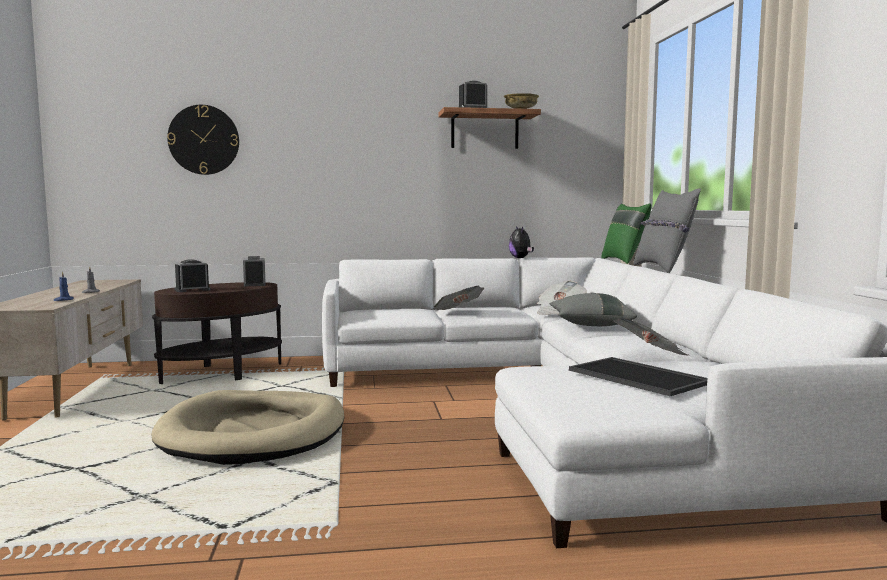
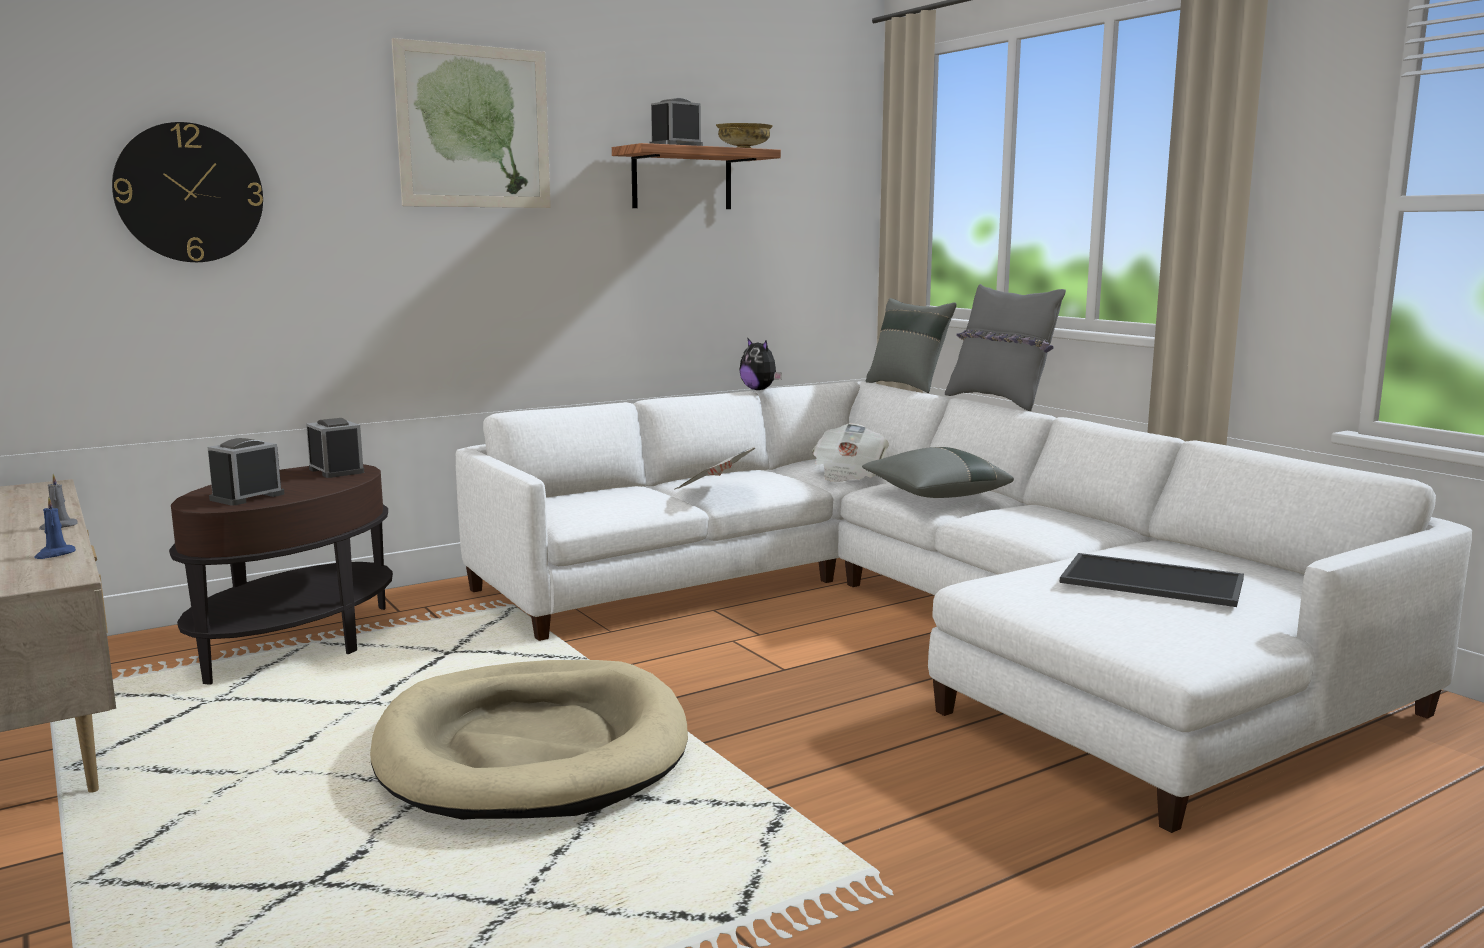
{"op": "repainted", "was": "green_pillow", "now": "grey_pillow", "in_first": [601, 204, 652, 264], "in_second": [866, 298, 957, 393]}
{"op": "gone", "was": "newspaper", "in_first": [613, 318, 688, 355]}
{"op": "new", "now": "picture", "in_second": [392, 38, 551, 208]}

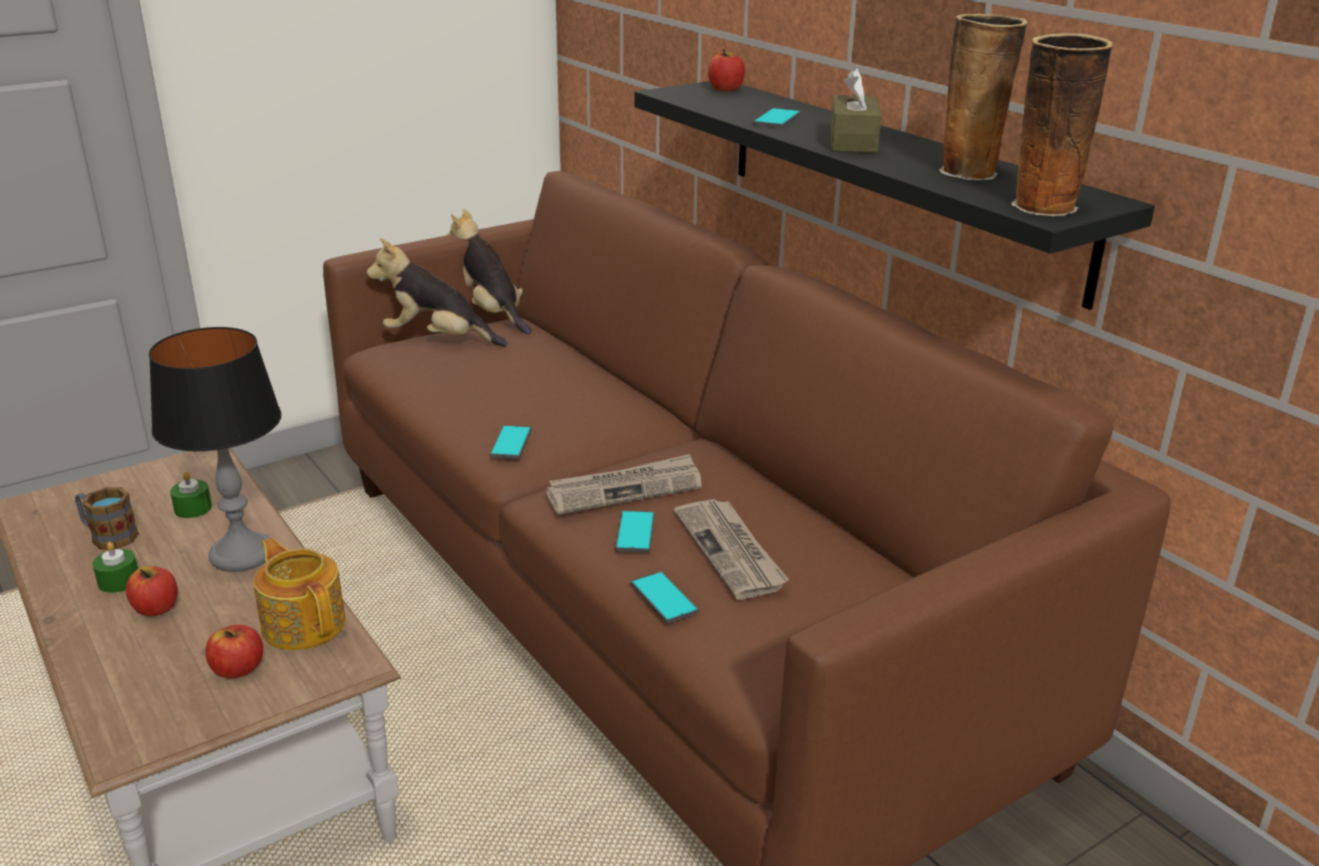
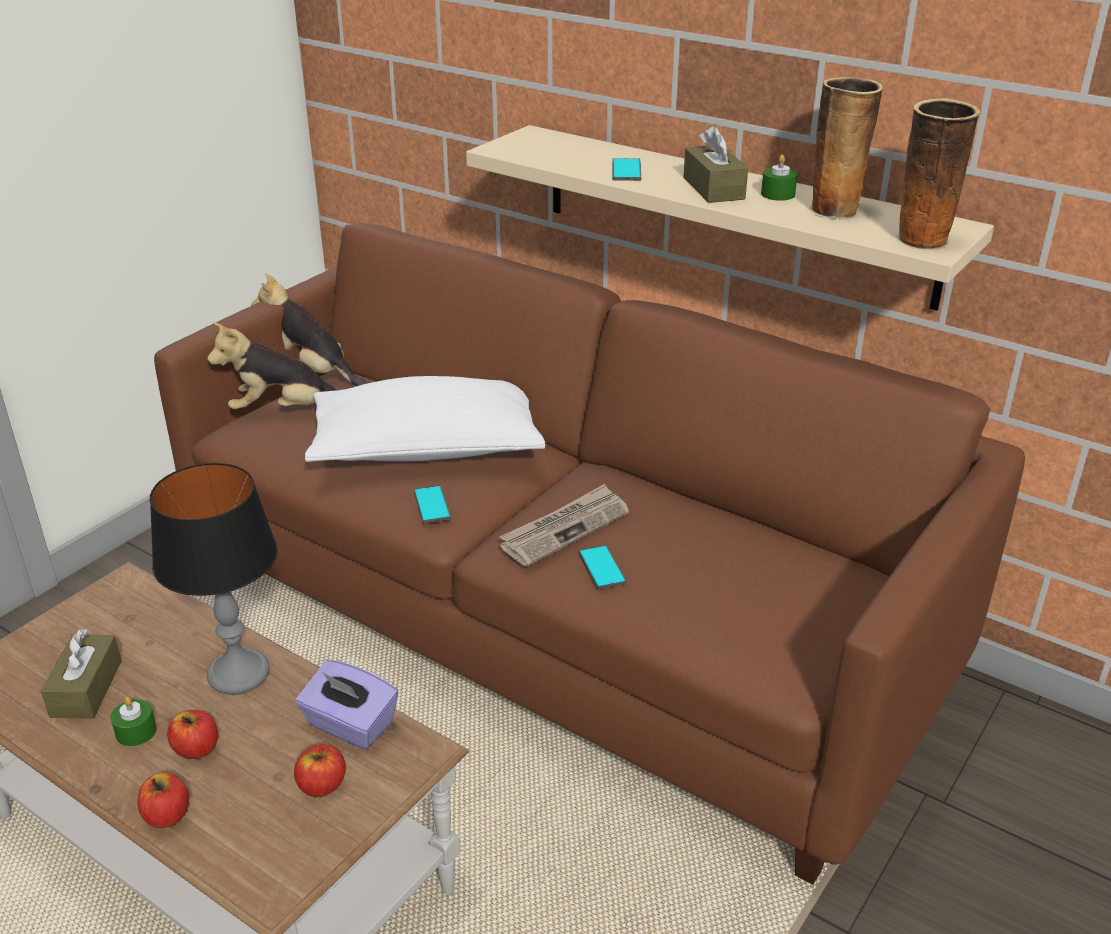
{"op": "shifted", "was": "apple", "in_first": [708, 49, 745, 92], "in_second": [138, 772, 189, 828]}
{"op": "repainted", "was": "black_shelf", "now": "beige_shelf", "in_first": [634, 81, 1155, 310], "in_second": [466, 125, 994, 311]}
{"op": "shifted", "was": "green_candle", "in_first": [170, 472, 212, 518], "in_second": [761, 155, 798, 201]}
{"op": "swapped", "was": "mug", "now": "brown_tissue_box", "in_first": [75, 487, 139, 549], "in_second": [41, 629, 122, 719]}
{"op": "gone", "was": "newspaper", "in_first": [674, 499, 789, 600]}
{"op": "swapped", "was": "teapot", "now": "purple_tissue_box", "in_first": [253, 538, 345, 650], "in_second": [296, 660, 398, 749]}
{"op": "gone", "was": "phone", "in_first": [631, 571, 699, 623]}
{"op": "new", "now": "white_pillow", "in_second": [305, 376, 545, 462]}

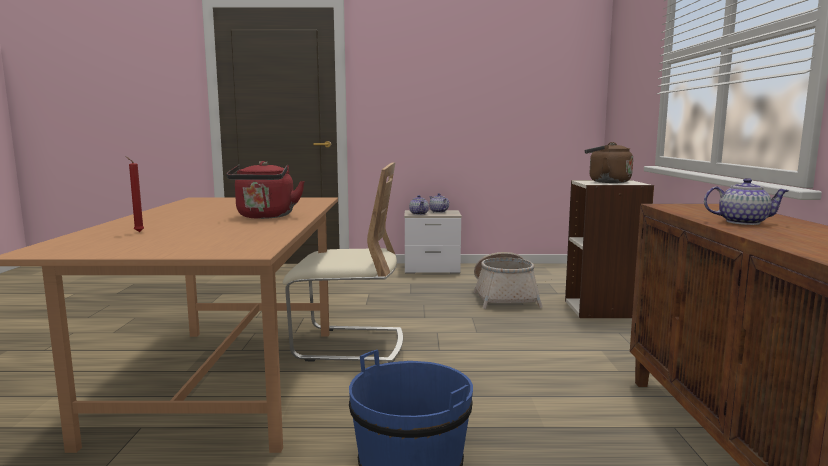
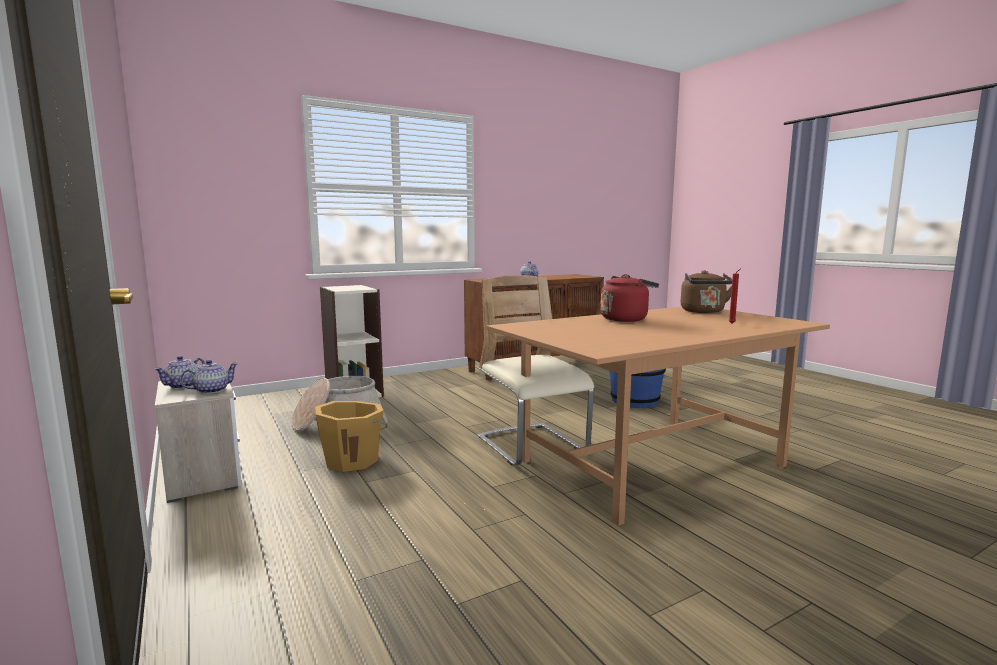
{"op": "shifted", "was": "brown_kettle", "in_first": [585, 142, 633, 183], "in_second": [681, 270, 732, 313]}
{"op": "new", "now": "orange_bucket", "in_second": [315, 401, 388, 472]}

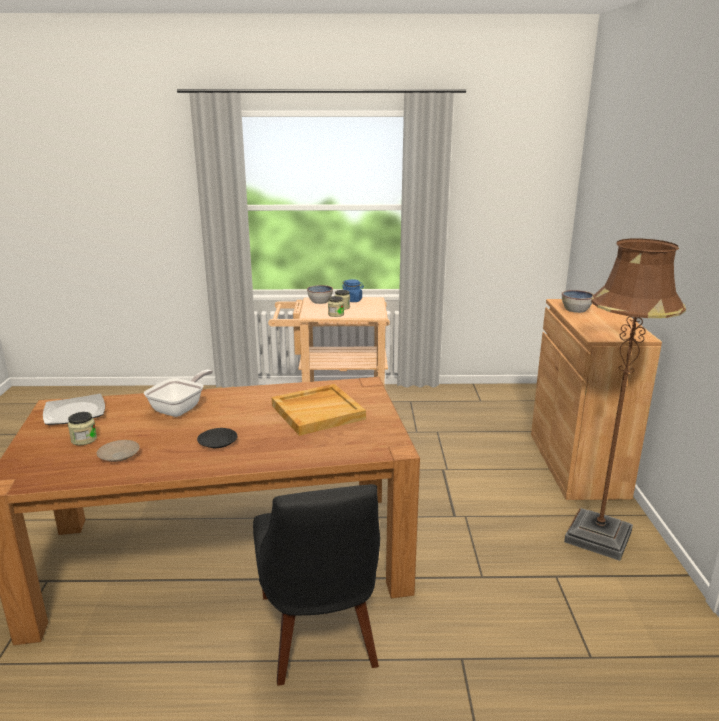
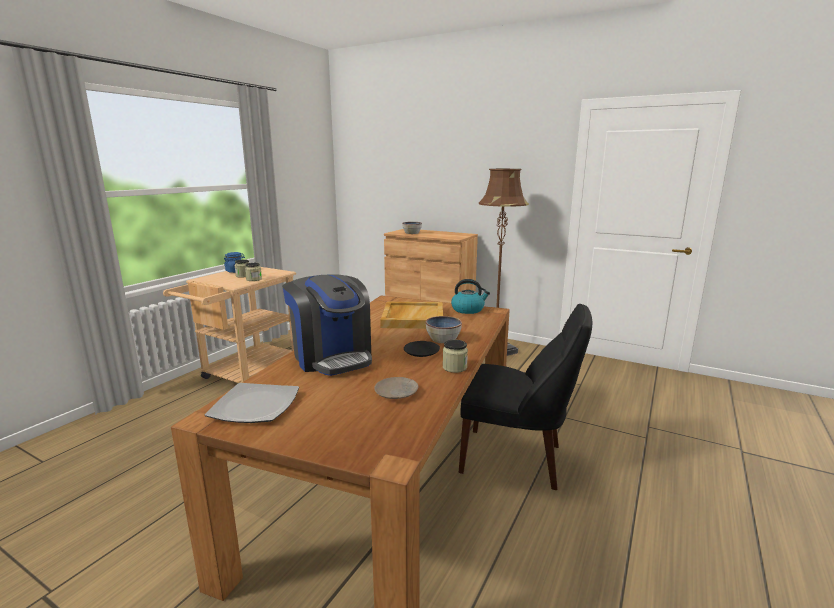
{"op": "shifted", "was": "bowl", "in_first": [307, 285, 333, 304], "in_second": [426, 316, 462, 343]}
{"op": "swapped", "was": "frying_pan", "now": "coffee_machine", "in_first": [144, 369, 213, 417], "in_second": [282, 274, 372, 376]}
{"op": "shifted", "was": "jar", "in_first": [68, 412, 97, 445], "in_second": [443, 340, 468, 373]}
{"op": "new", "now": "kettle", "in_second": [451, 279, 490, 314]}

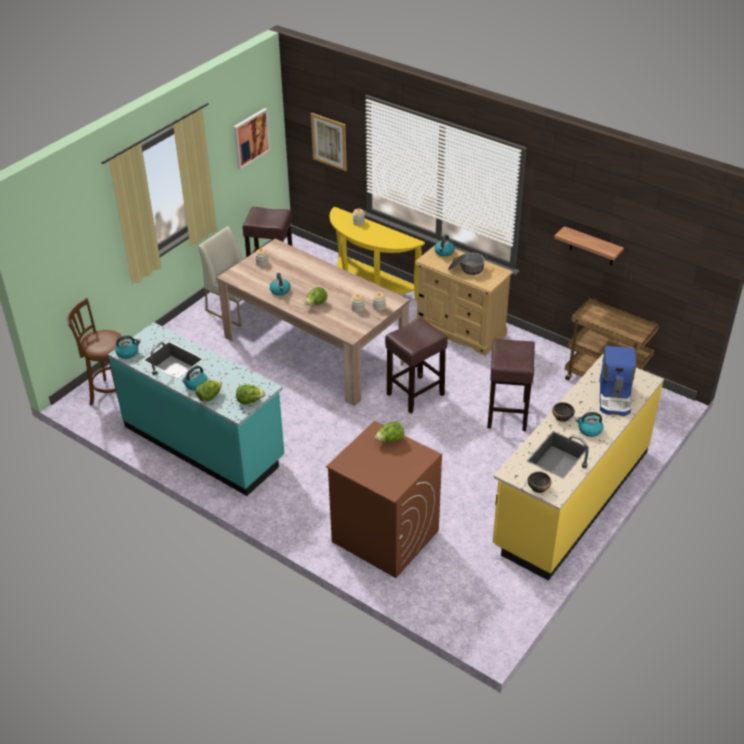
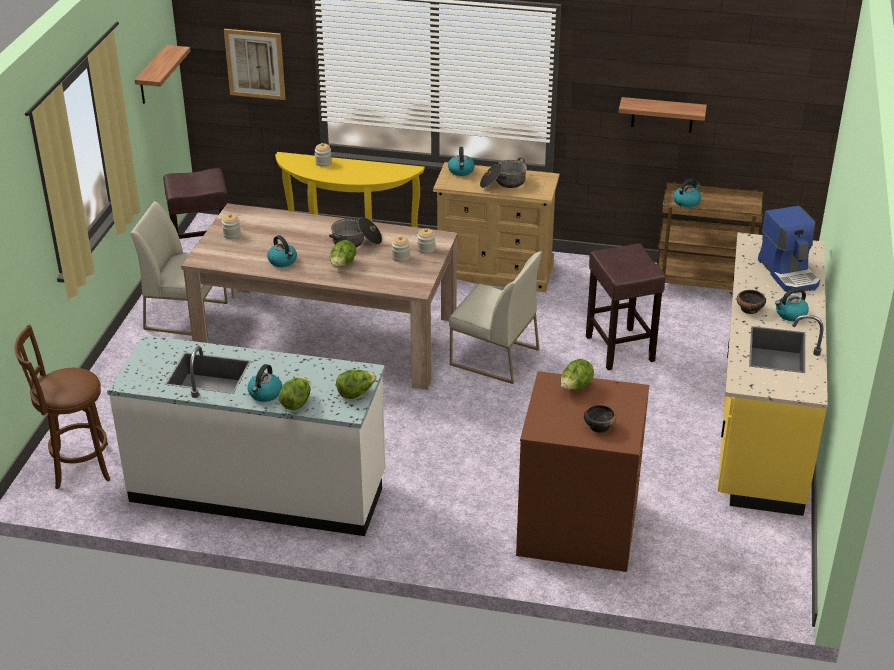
{"op": "swapped", "was": "picture", "now": "shelf", "in_first": [233, 108, 271, 170], "in_second": [135, 45, 190, 104]}
{"op": "swapped", "was": "brown_stool", "now": "white_chair", "in_first": [385, 318, 448, 414], "in_second": [449, 251, 542, 384]}
{"op": "repainted", "was": "turquoise_counter", "now": "white_counter", "in_first": [108, 322, 284, 496], "in_second": [107, 335, 385, 536]}
{"op": "shifted", "was": "kettle", "in_first": [115, 336, 141, 359], "in_second": [673, 178, 701, 207]}
{"op": "shifted", "was": "bowl", "in_first": [527, 472, 552, 493], "in_second": [584, 404, 617, 433]}
{"op": "new", "now": "cooking_pot", "in_second": [329, 217, 382, 248]}

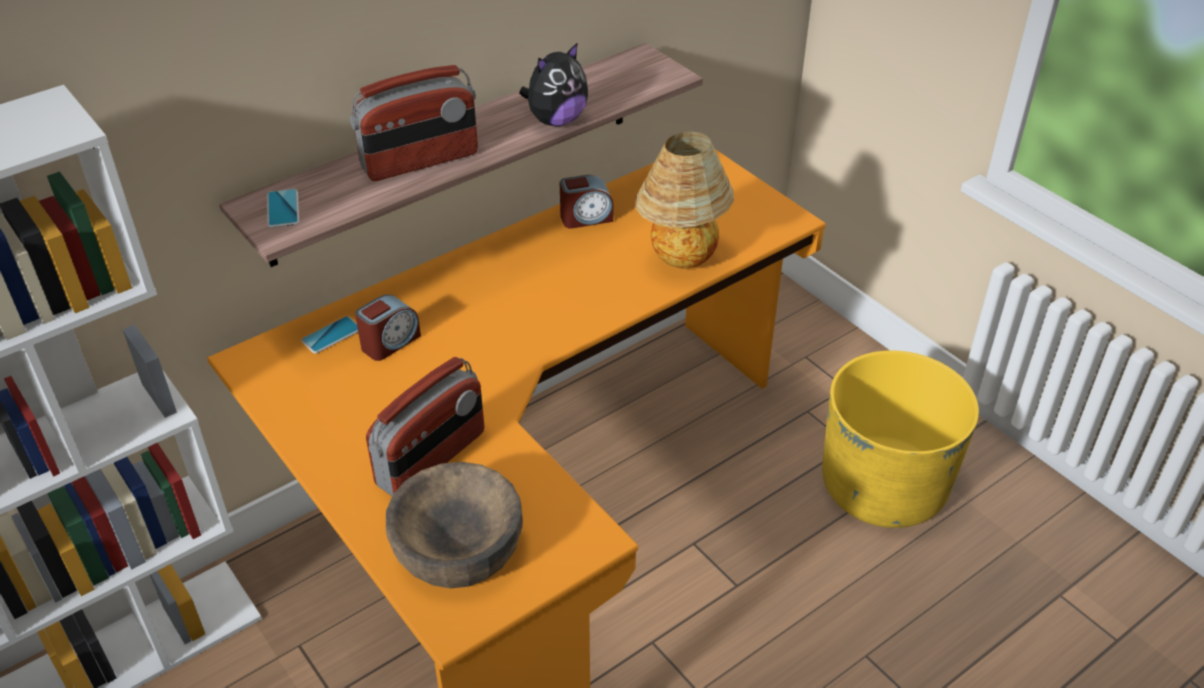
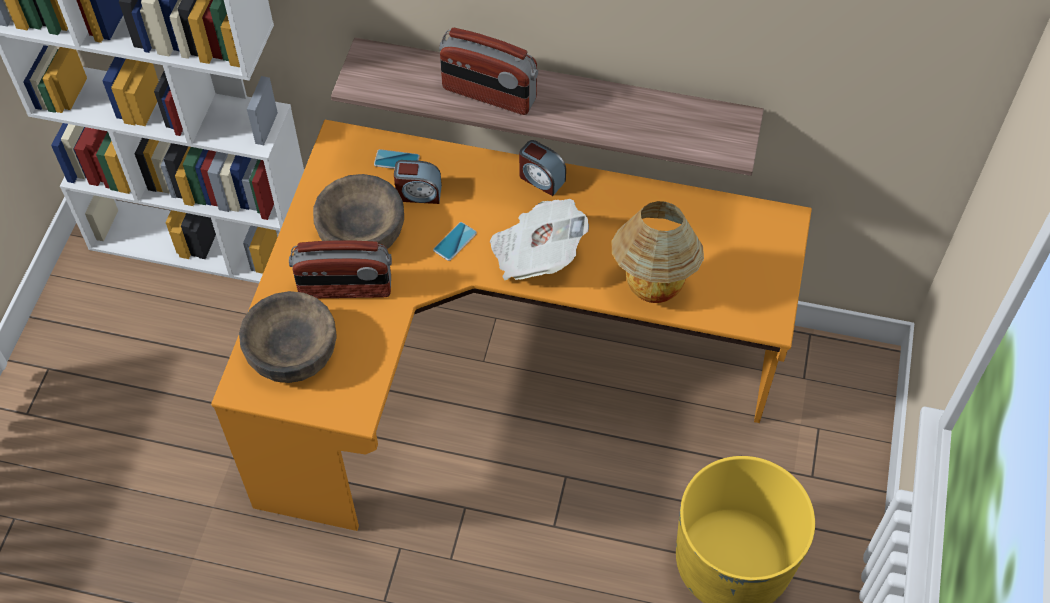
{"op": "gone", "was": "plush_toy", "in_first": [519, 42, 588, 126]}
{"op": "shifted", "was": "alarm_clock", "in_first": [560, 175, 613, 229], "in_second": [519, 140, 566, 196]}
{"op": "shifted", "was": "phone", "in_first": [267, 189, 299, 228], "in_second": [433, 222, 477, 261]}
{"op": "new", "now": "brown_bowl", "in_second": [313, 174, 404, 249]}
{"op": "new", "now": "newspaper", "in_second": [490, 199, 589, 280]}

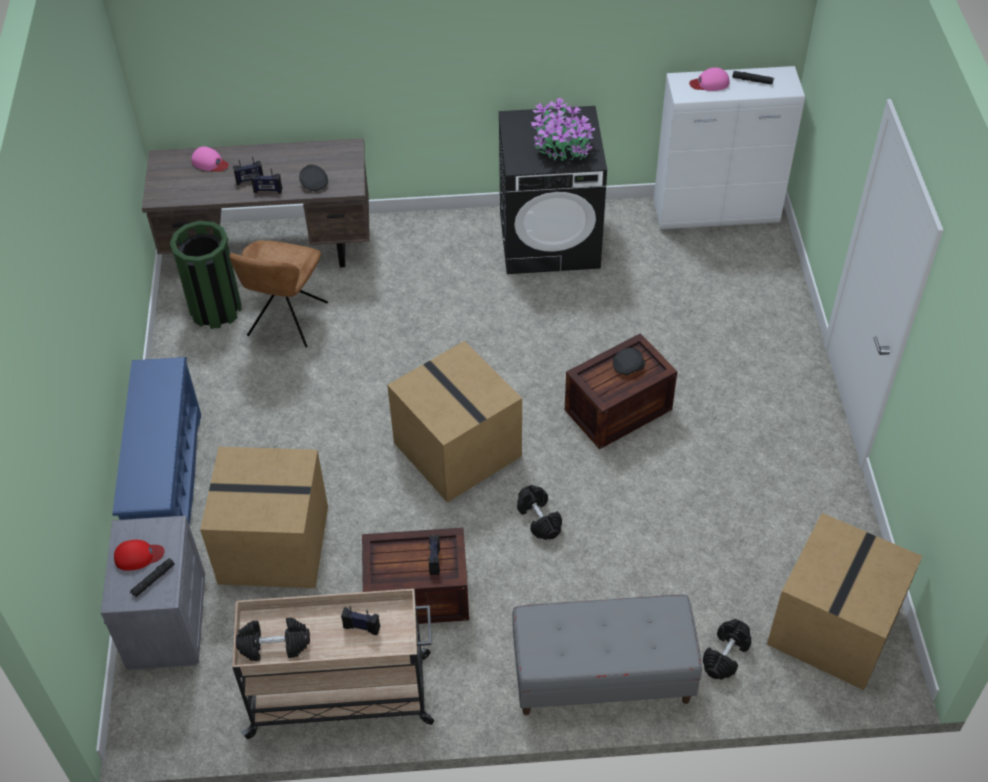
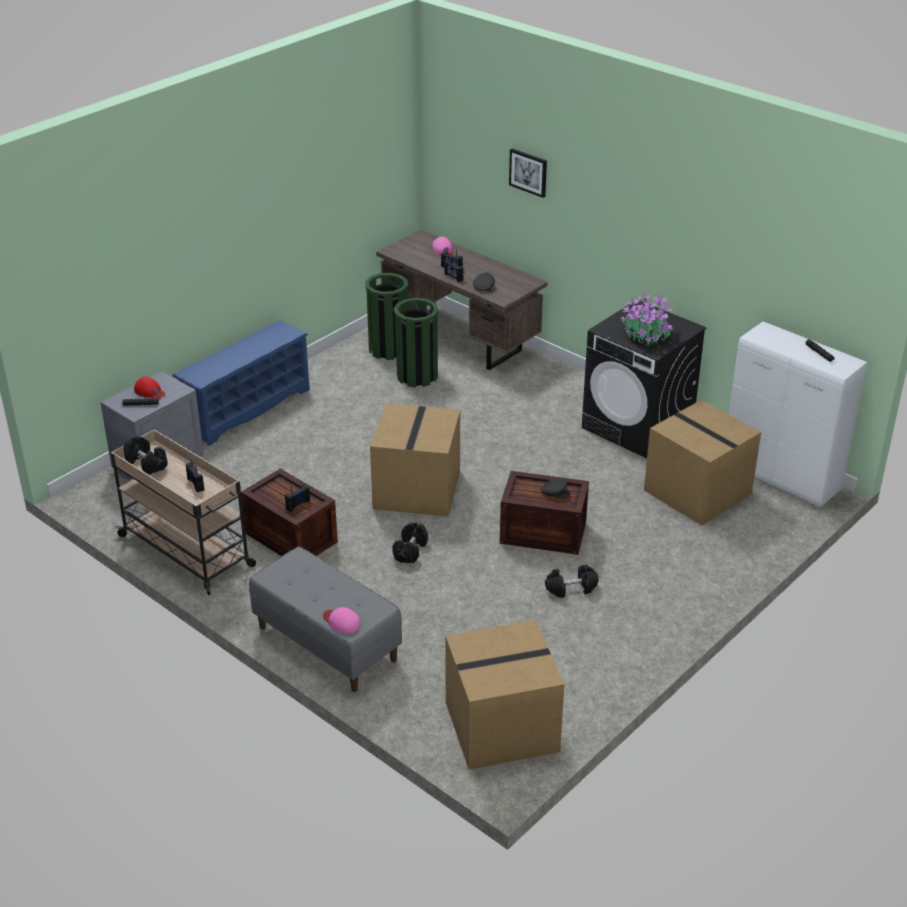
{"op": "shifted", "was": "pink_cap", "in_first": [689, 67, 729, 91], "in_second": [323, 607, 360, 634]}
{"op": "swapped", "was": "brown_chair", "now": "green_trash_can", "in_first": [229, 240, 328, 347], "in_second": [394, 298, 439, 387]}
{"op": "shifted", "was": "cardboard_box", "in_first": [200, 447, 328, 588], "in_second": [644, 400, 761, 526]}
{"op": "shifted", "was": "black_dumbbell", "in_first": [703, 619, 752, 680], "in_second": [545, 565, 599, 598]}
{"op": "new", "now": "picture", "in_second": [509, 148, 547, 198]}

